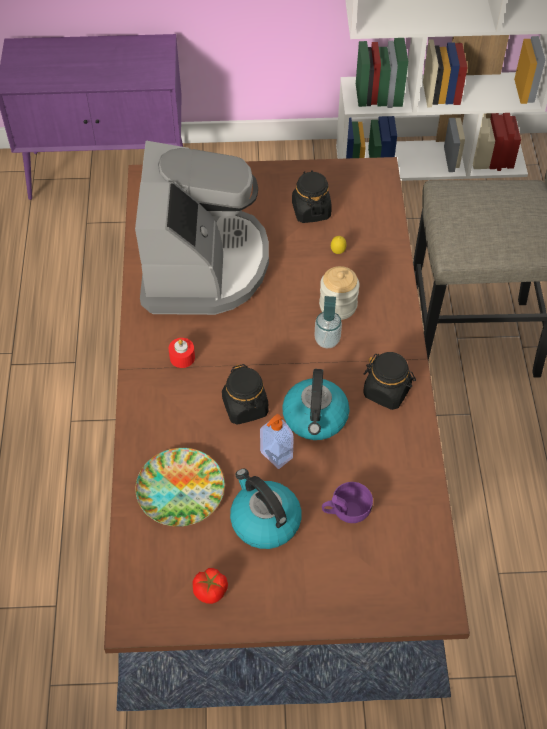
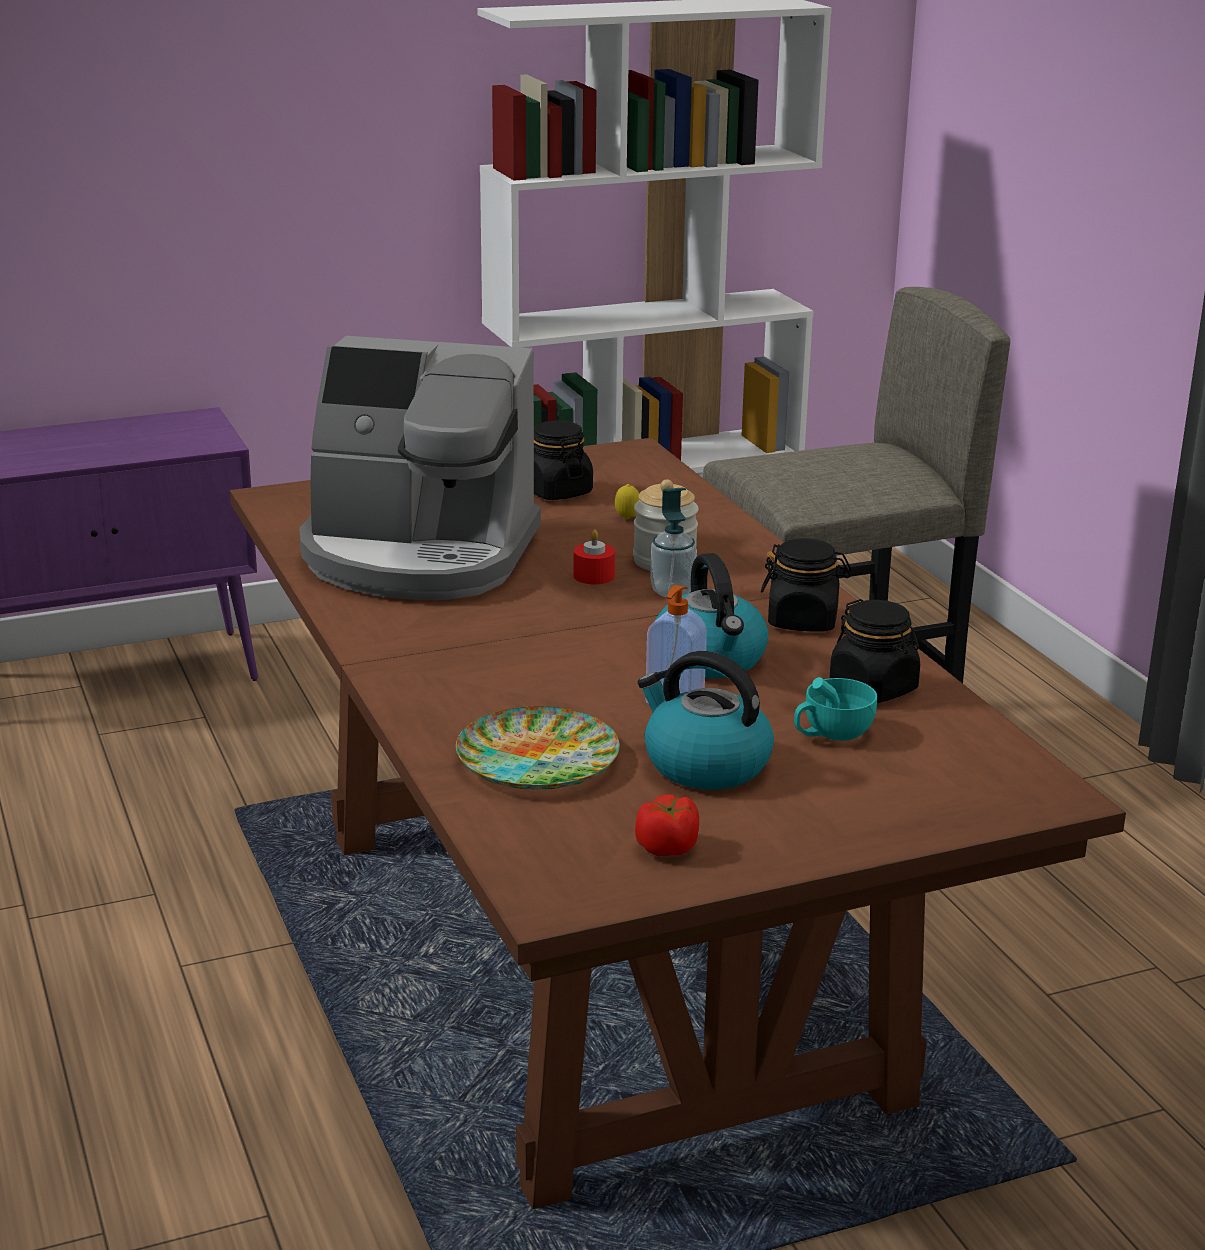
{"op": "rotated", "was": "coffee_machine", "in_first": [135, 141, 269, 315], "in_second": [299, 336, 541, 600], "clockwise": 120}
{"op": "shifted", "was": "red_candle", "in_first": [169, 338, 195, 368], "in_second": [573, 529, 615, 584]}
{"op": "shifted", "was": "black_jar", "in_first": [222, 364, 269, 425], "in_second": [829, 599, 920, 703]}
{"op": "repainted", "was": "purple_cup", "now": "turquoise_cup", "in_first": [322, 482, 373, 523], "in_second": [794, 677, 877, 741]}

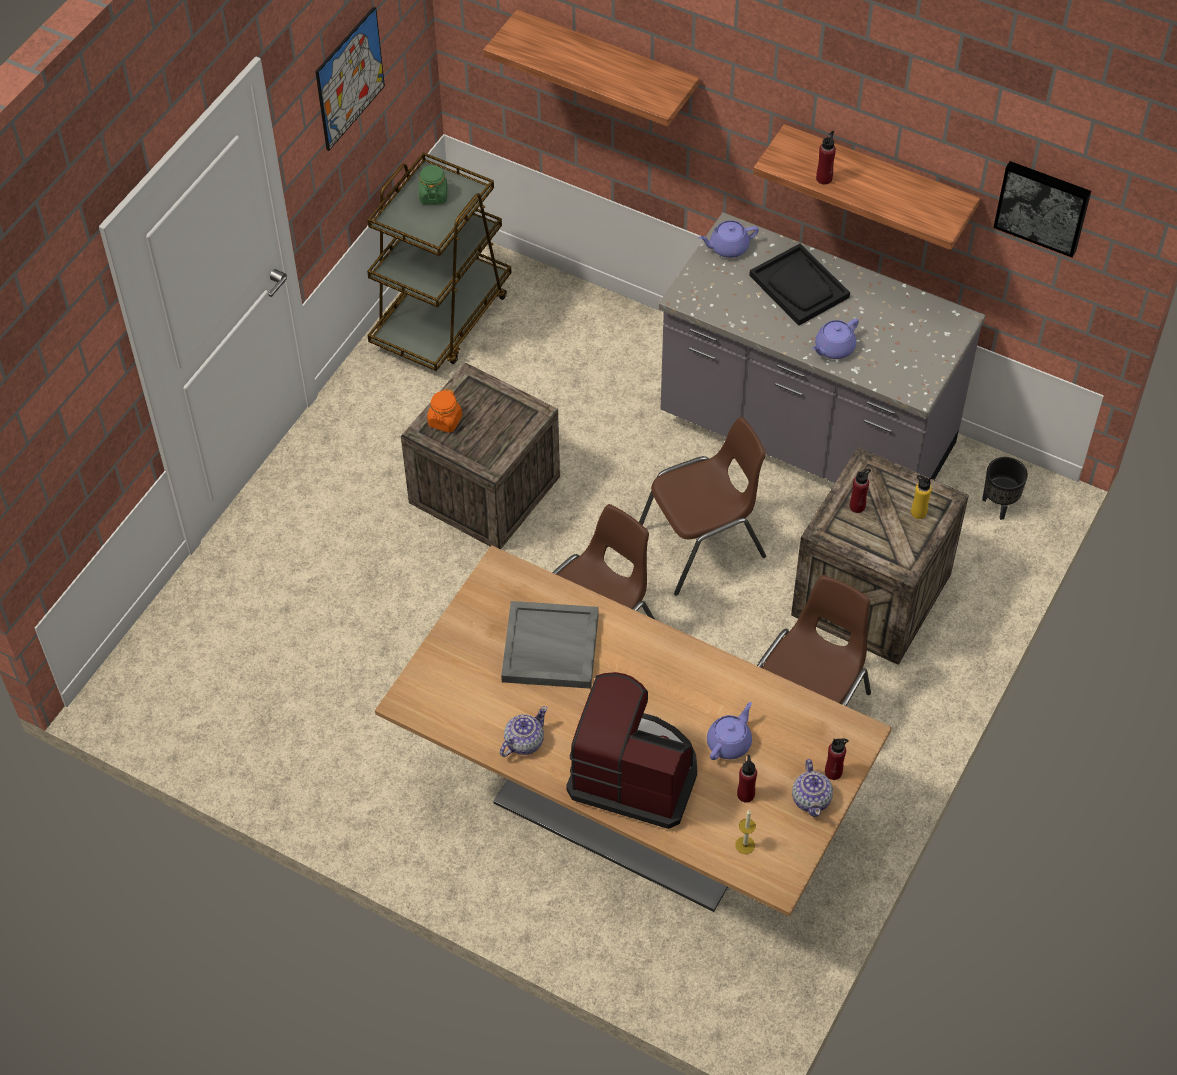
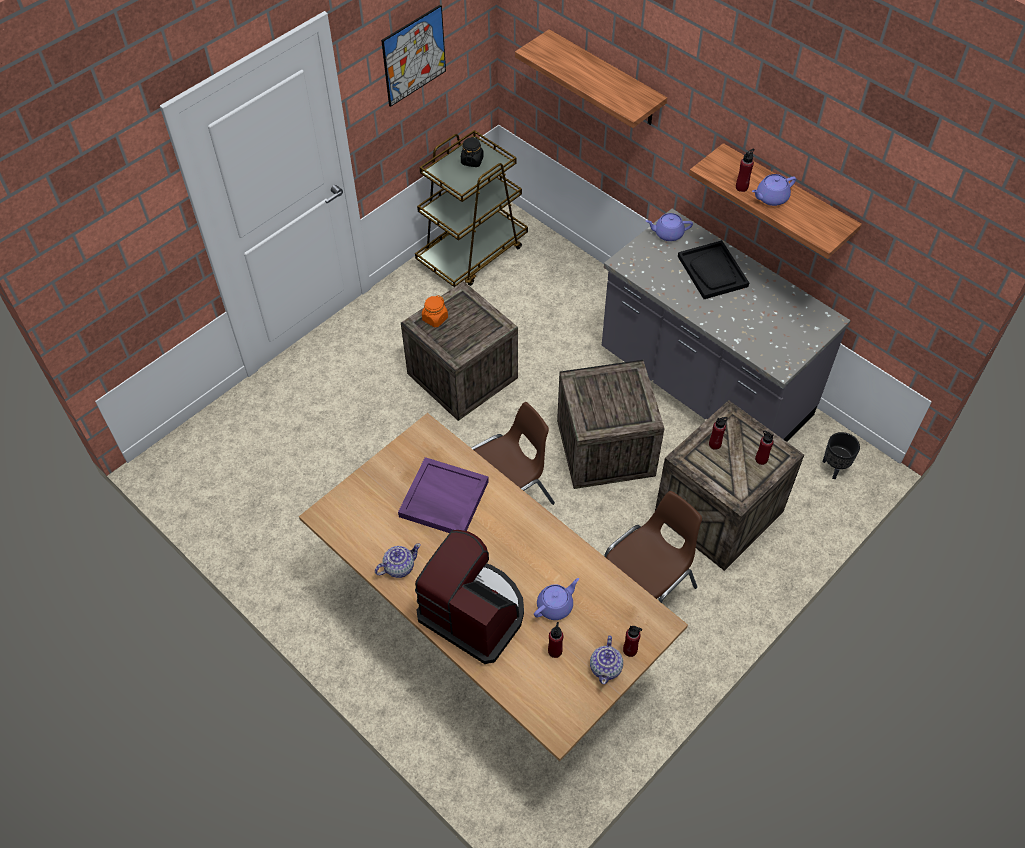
{"op": "gone", "was": "picture", "in_first": [993, 161, 1091, 258]}
{"op": "repainted", "was": "green_jar", "now": "black_jar", "in_first": [419, 164, 447, 205], "in_second": [461, 137, 484, 167]}
{"op": "shifted", "was": "purple_teapot", "in_first": [812, 318, 859, 359], "in_second": [752, 174, 796, 206]}
{"op": "swapped", "was": "brown_chair", "now": "crate", "in_first": [639, 417, 766, 596], "in_second": [557, 360, 665, 489]}
{"op": "repainted", "was": "yellow_bottle", "now": "red_bottle", "in_first": [911, 475, 932, 519], "in_second": [755, 430, 774, 465]}
{"op": "repainted", "was": "grey_tray", "now": "purple_tray", "in_first": [501, 601, 599, 689], "in_second": [398, 457, 489, 533]}
{"op": "gone", "was": "candle", "in_first": [735, 810, 756, 854]}

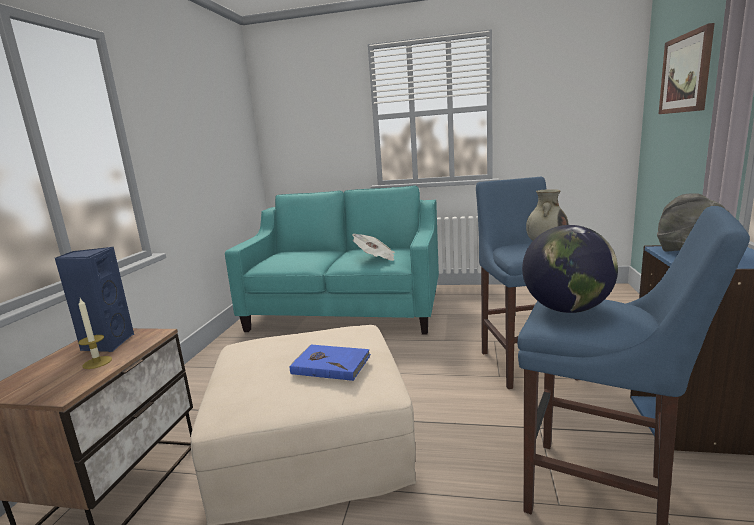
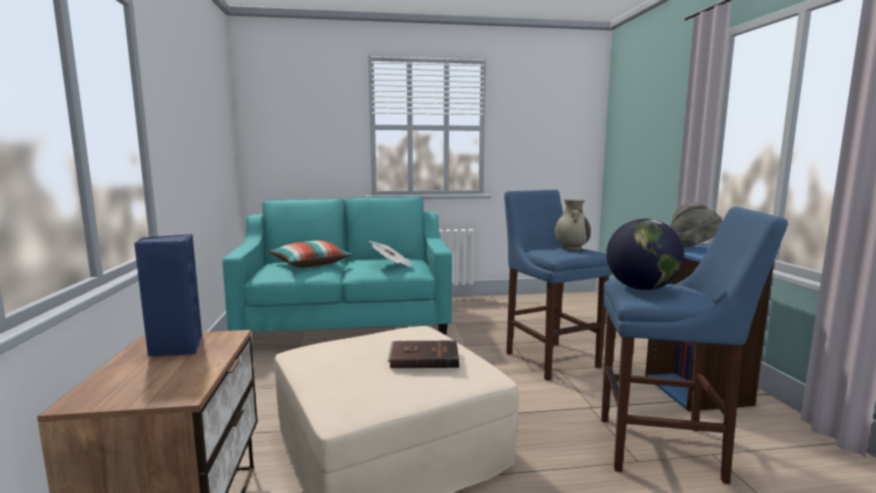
{"op": "gone", "was": "picture", "in_first": [659, 23, 715, 114]}
{"op": "gone", "was": "candle", "in_first": [78, 298, 112, 369]}
{"op": "repainted", "was": "blue_book", "now": "brown_book", "in_first": [290, 345, 371, 381], "in_second": [387, 341, 459, 368]}
{"op": "new", "now": "pillow", "in_second": [269, 240, 352, 268]}

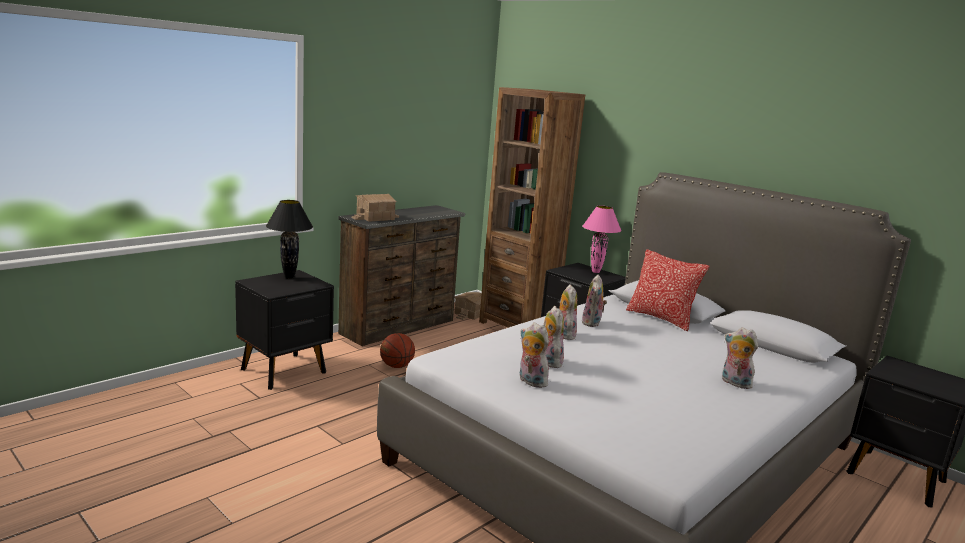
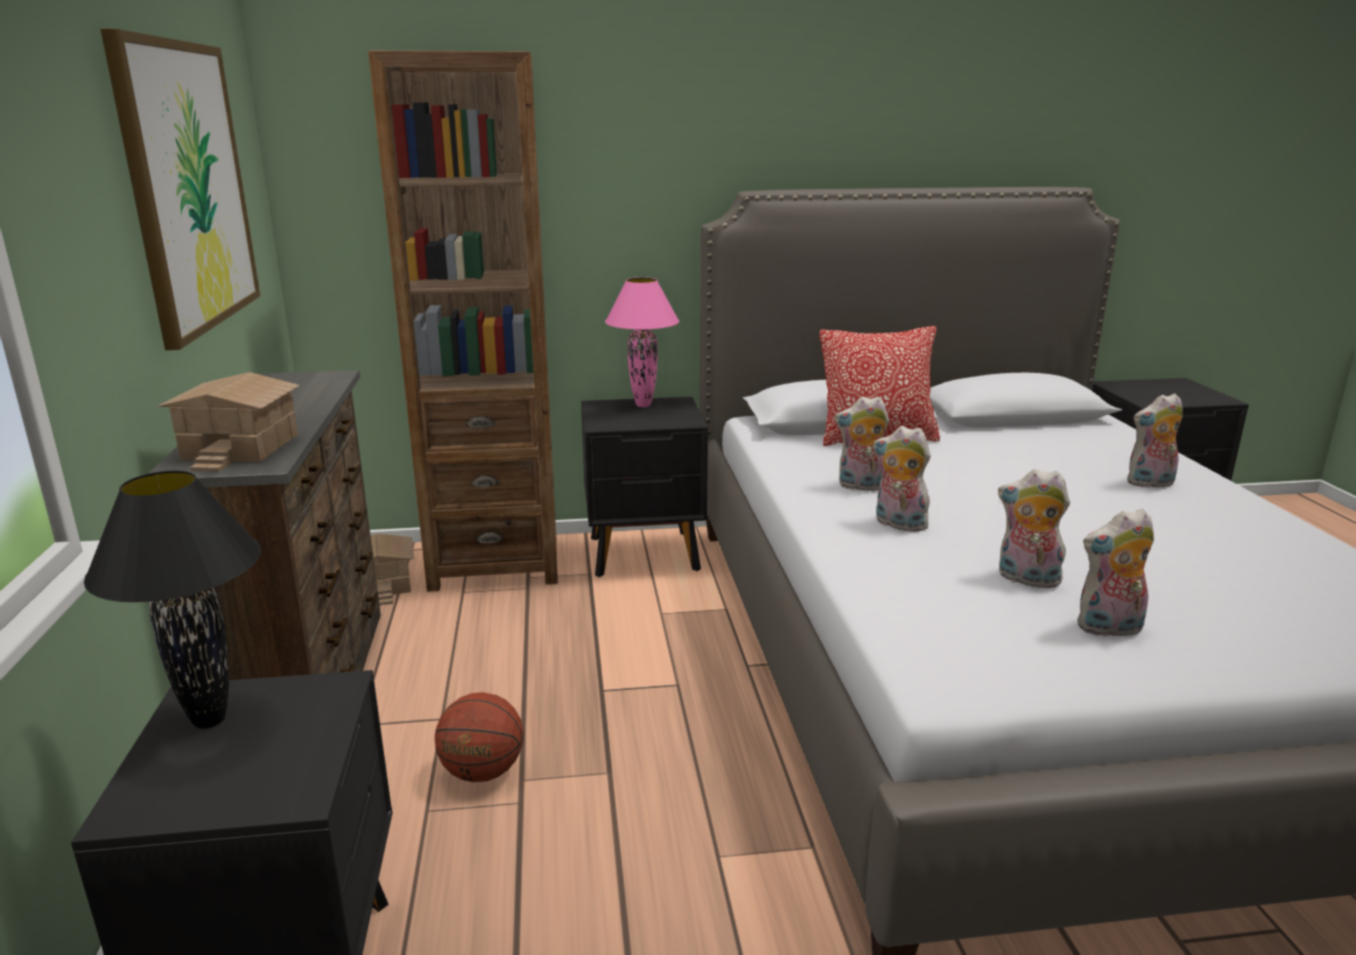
{"op": "rotated", "was": "plush_toy", "in_first": [582, 275, 607, 327], "in_second": [834, 396, 889, 492], "clockwise": 135}
{"op": "new", "now": "picture", "in_second": [100, 29, 260, 350]}

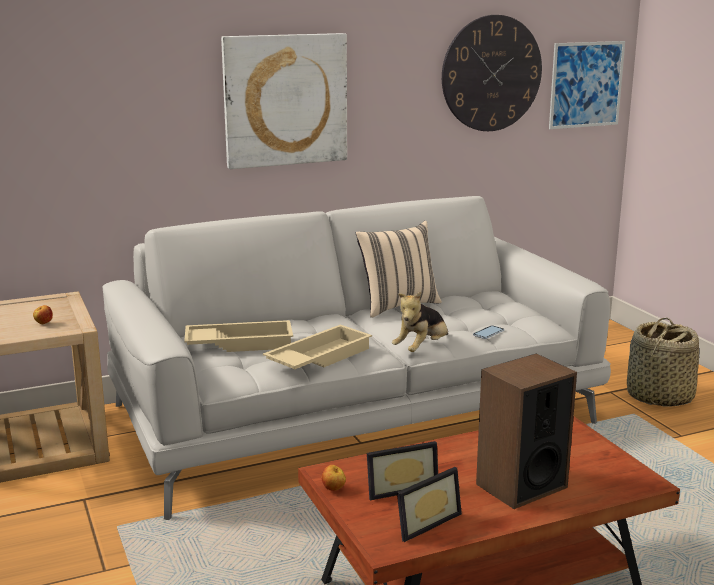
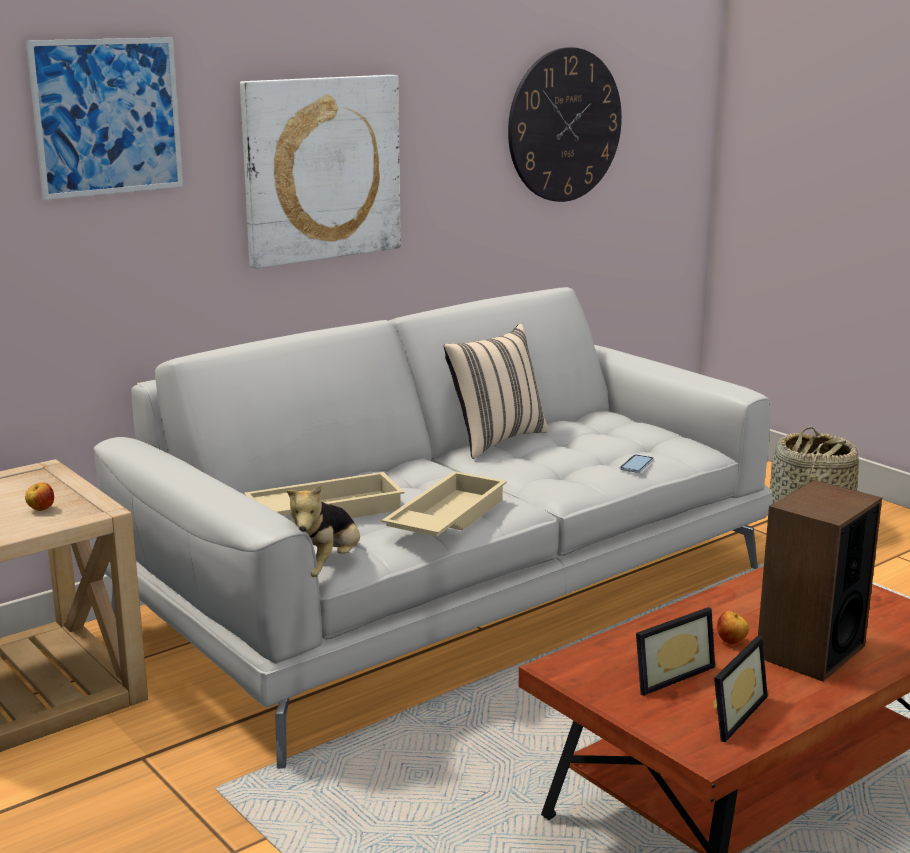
{"op": "shifted", "was": "picture", "in_first": [549, 41, 625, 129], "in_second": [26, 37, 183, 200]}
{"op": "shifted", "was": "plush_toy", "in_first": [392, 292, 448, 352], "in_second": [286, 484, 360, 577]}
{"op": "shifted", "was": "apple", "in_first": [322, 465, 346, 491], "in_second": [717, 611, 749, 644]}

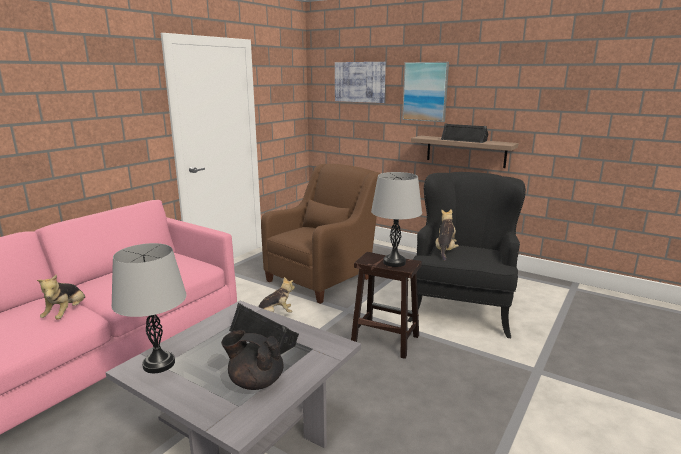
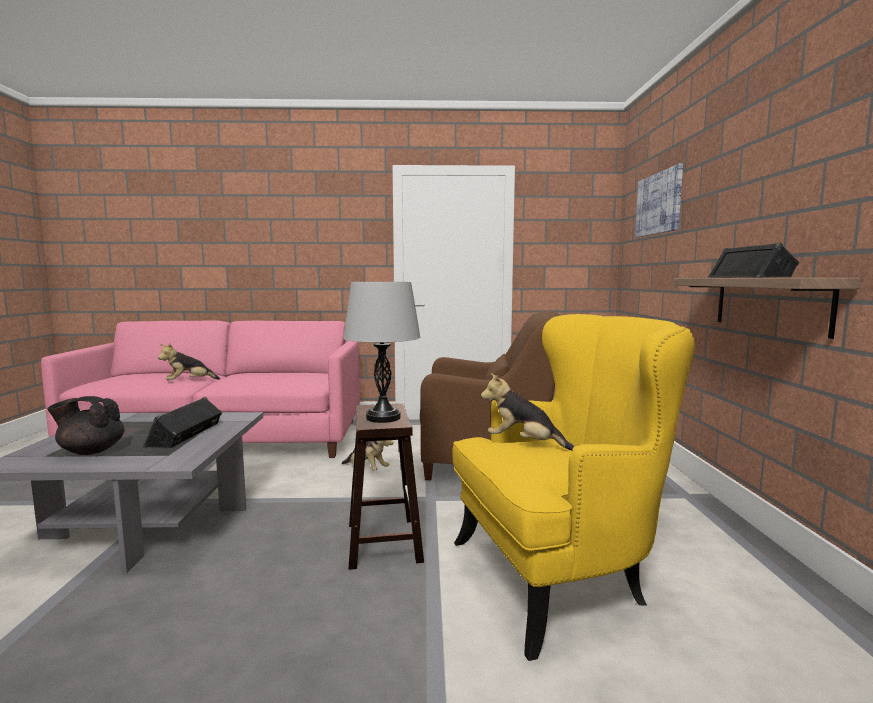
{"op": "gone", "was": "picture", "in_first": [402, 62, 449, 122]}
{"op": "repainted", "was": "black_armchair", "now": "yellow_armchair", "in_first": [408, 172, 526, 338], "in_second": [453, 314, 695, 661]}
{"op": "rotated", "was": "plush_toy", "in_first": [435, 209, 459, 261], "in_second": [481, 373, 574, 451], "clockwise": -135}
{"op": "gone", "was": "grey_table_lamp", "in_first": [111, 243, 187, 373]}
{"op": "rotated", "was": "black_teapot", "in_first": [221, 330, 283, 390], "in_second": [47, 396, 124, 455], "clockwise": -75}

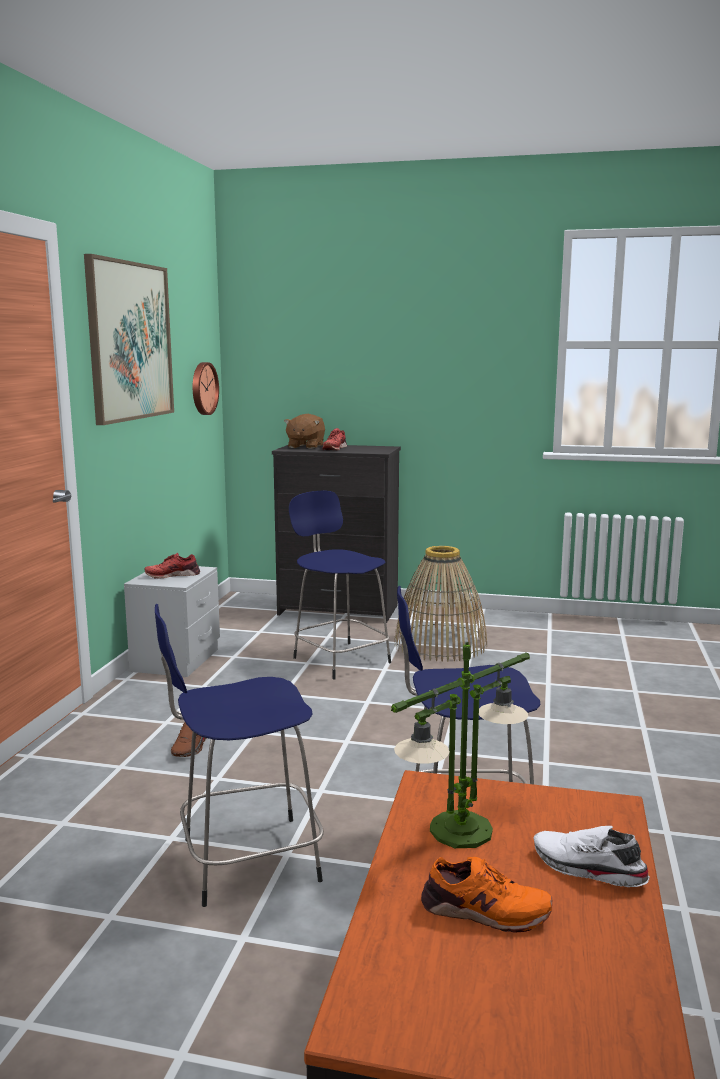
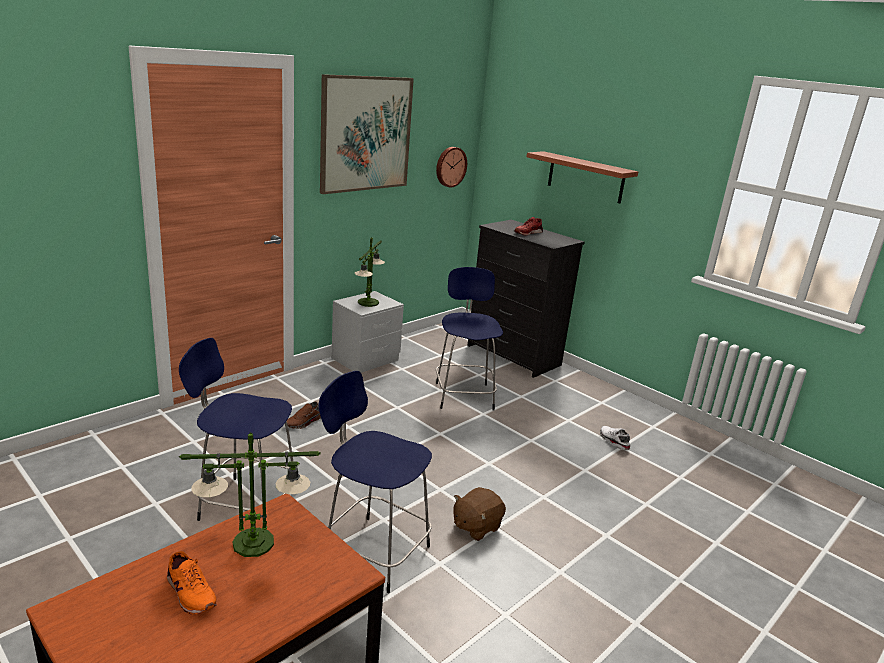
{"op": "shifted", "was": "brown_plush_toy", "in_first": [284, 414, 325, 449], "in_second": [453, 487, 506, 541]}
{"op": "gone", "was": "basket", "in_first": [394, 546, 487, 662]}
{"op": "swapped", "was": "red_shoe", "now": "table_lamp", "in_first": [145, 552, 200, 579], "in_second": [355, 237, 385, 307]}
{"op": "shifted", "was": "white_shoe", "in_first": [533, 826, 650, 887], "in_second": [600, 426, 630, 450]}
{"op": "new", "now": "shelf", "in_second": [526, 151, 638, 203]}

